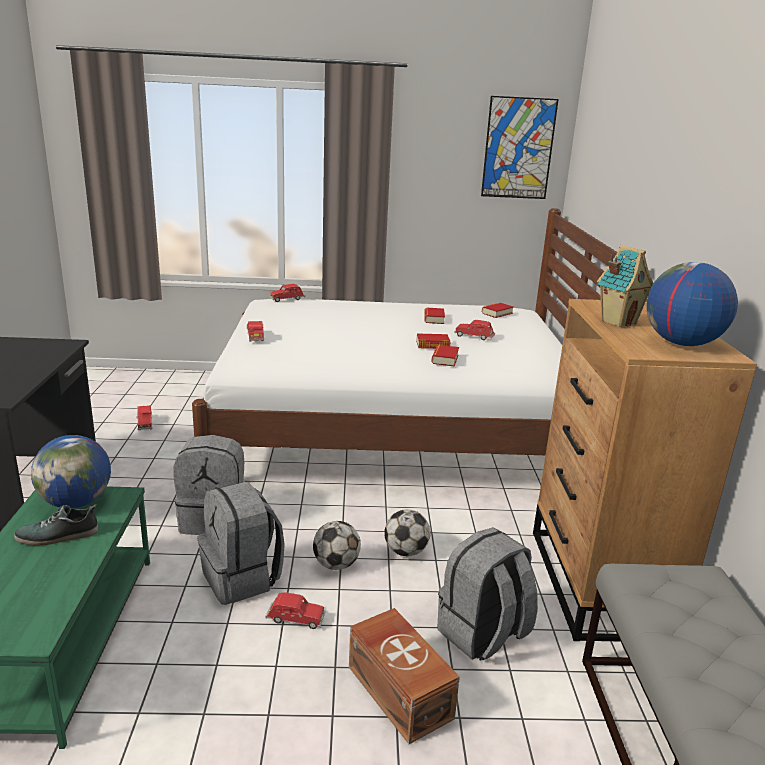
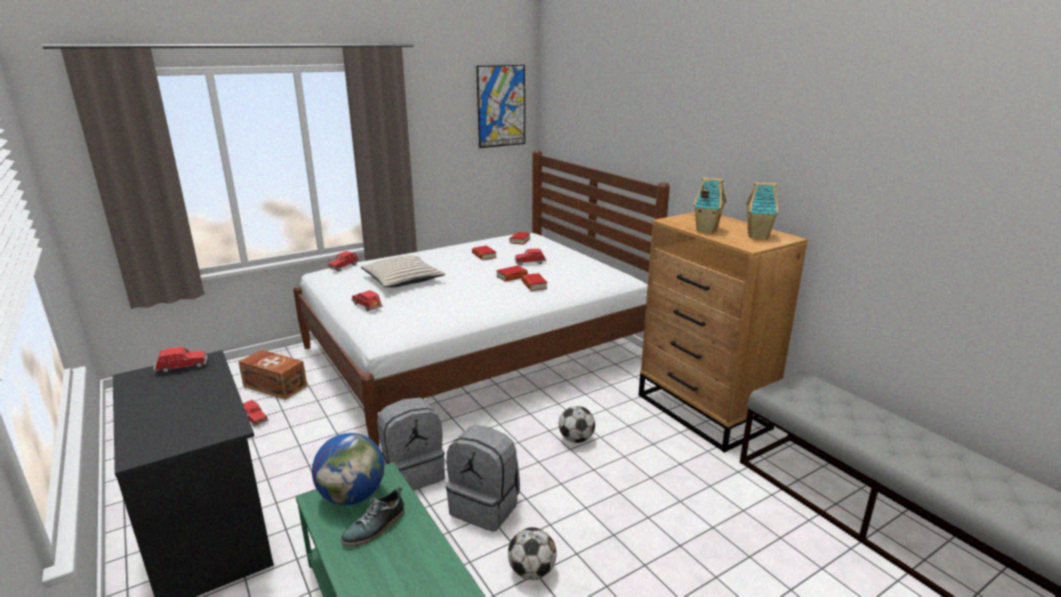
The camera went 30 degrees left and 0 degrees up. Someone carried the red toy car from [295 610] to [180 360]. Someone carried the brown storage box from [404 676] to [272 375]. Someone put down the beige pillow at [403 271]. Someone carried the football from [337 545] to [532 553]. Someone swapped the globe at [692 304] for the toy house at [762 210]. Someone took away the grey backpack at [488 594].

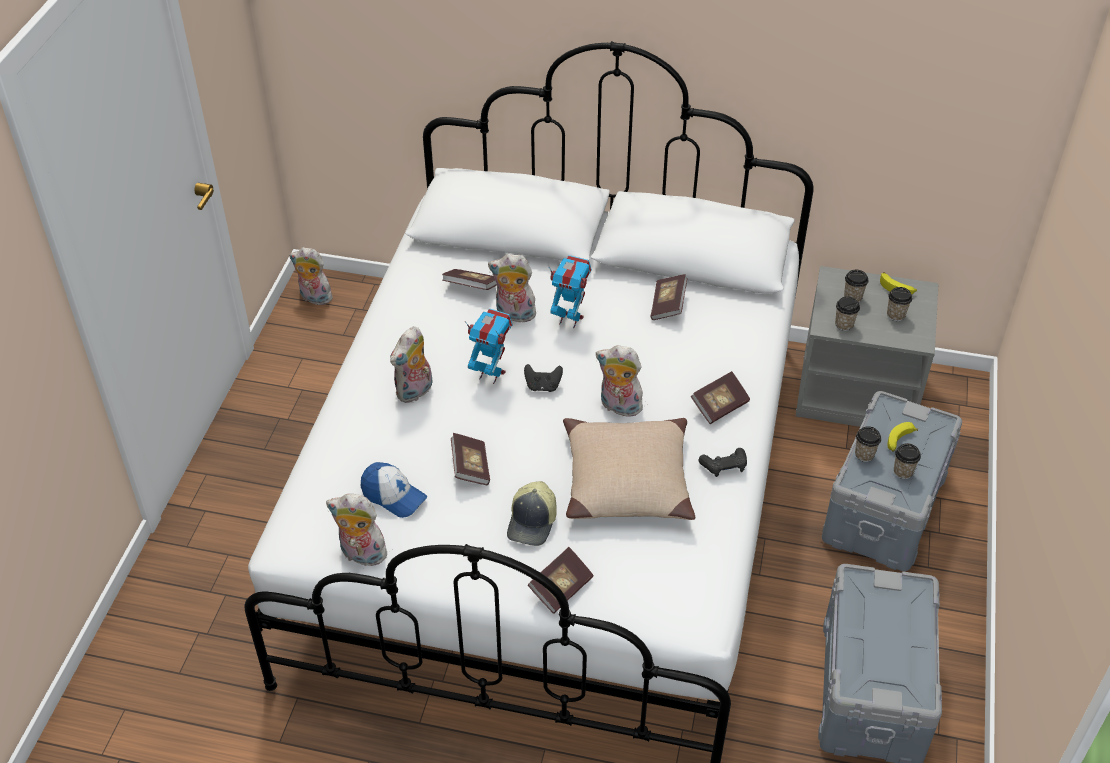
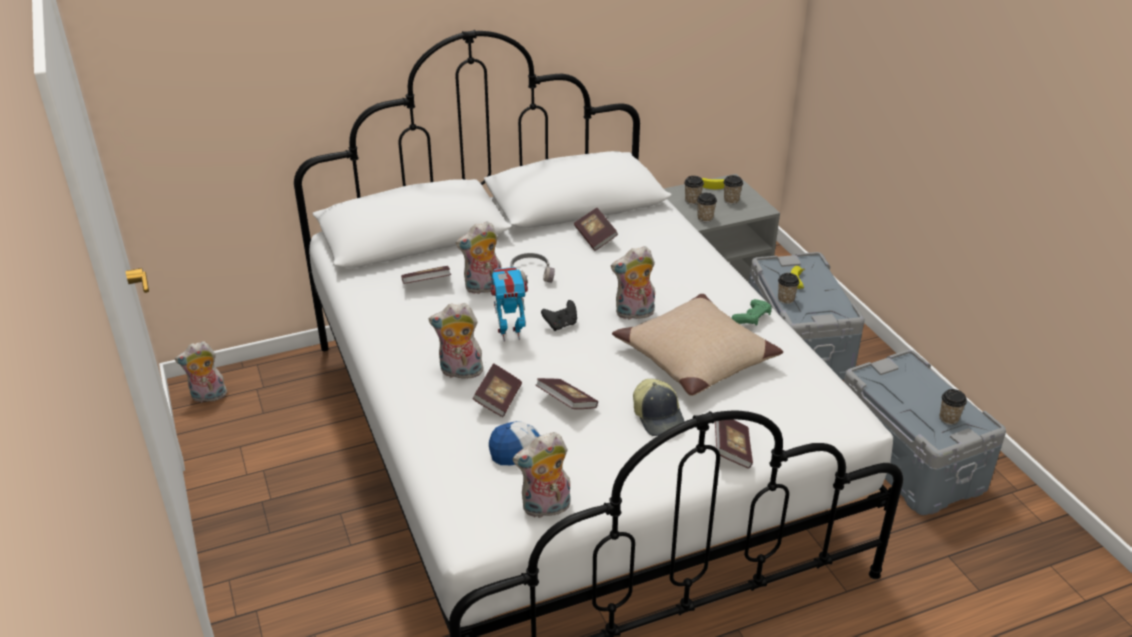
The camera went 35 degrees left and 10 degrees down. Someone rotated the plush toy at [411 364] by 90 degrees clockwise. Someone carried the book from [720 397] to [497 390]. Someone swapped the toy robot at [570 291] for the grey headphones at [532 268]. Someone repainted the black game controller at [723 462], which became the green game controller at [752 312]. Someone carried the cup from [907 461] to [953 407].

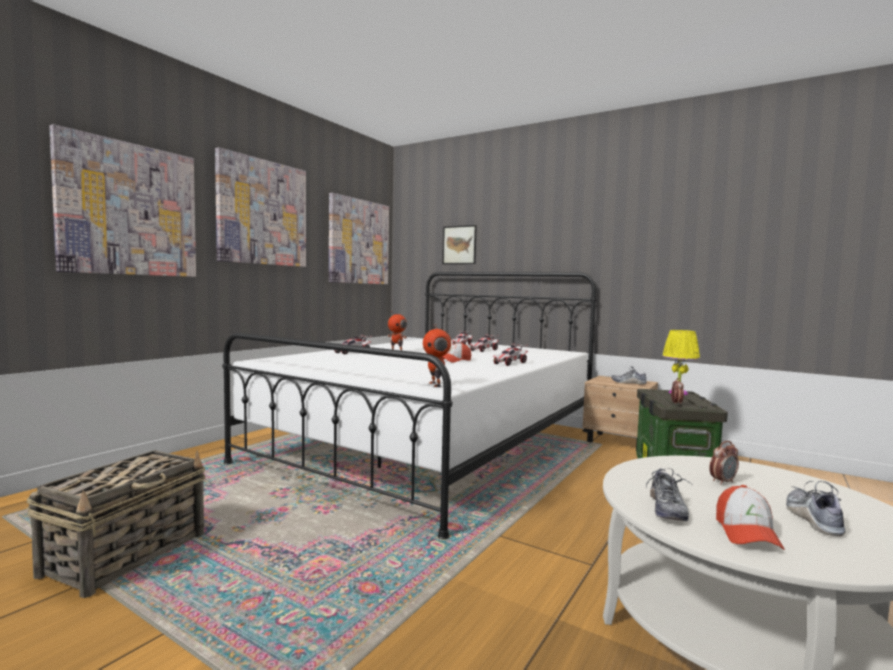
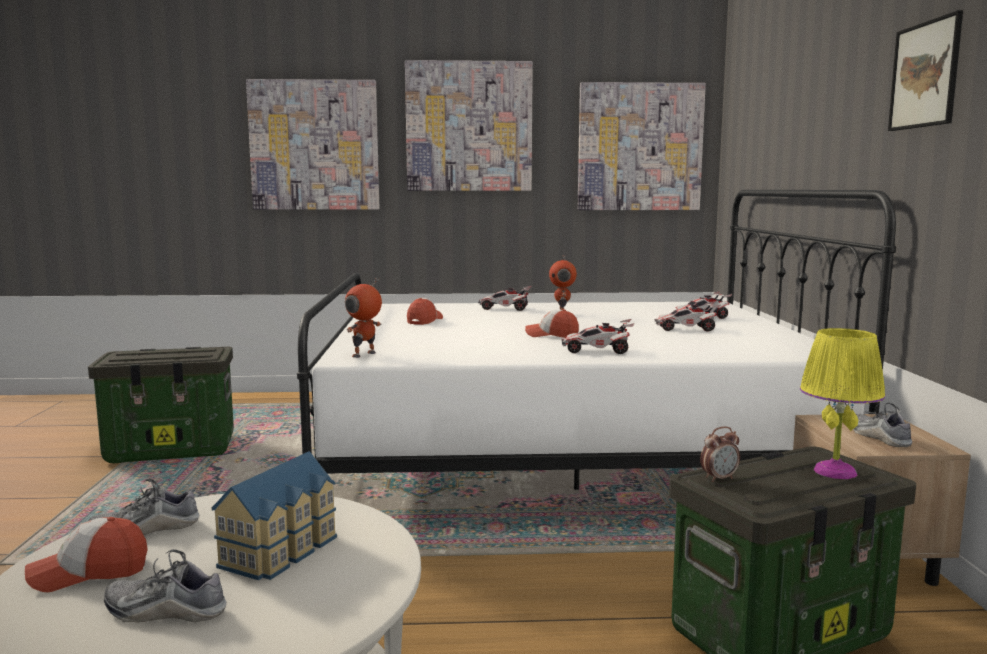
The camera went 55 degrees right and 5 degrees up. Someone swapped the basket at [116 524] for the storage box at [161 405]. Someone rotated the shoe at [815 508] by 150 degrees counterclockwise. Someone swapped the alarm clock at [724 463] for the toy house at [274 515]. Someone put down the cap at [425 311]. Someone carried the picture from [459 244] to [925 70].

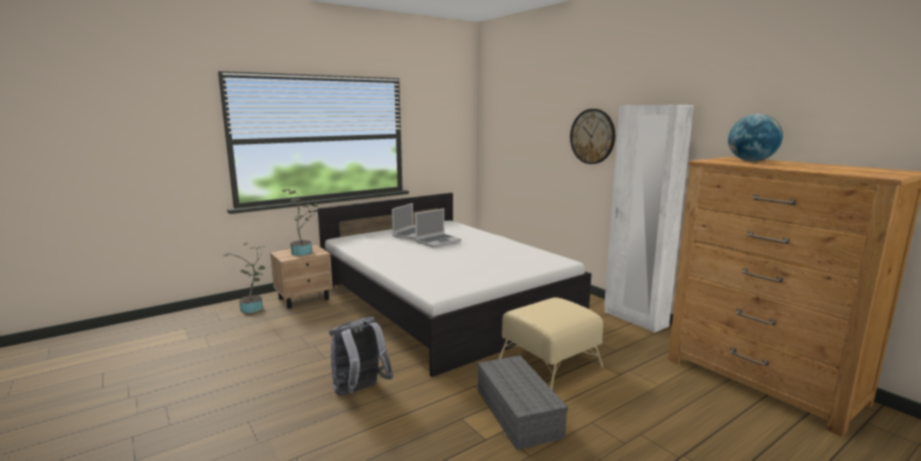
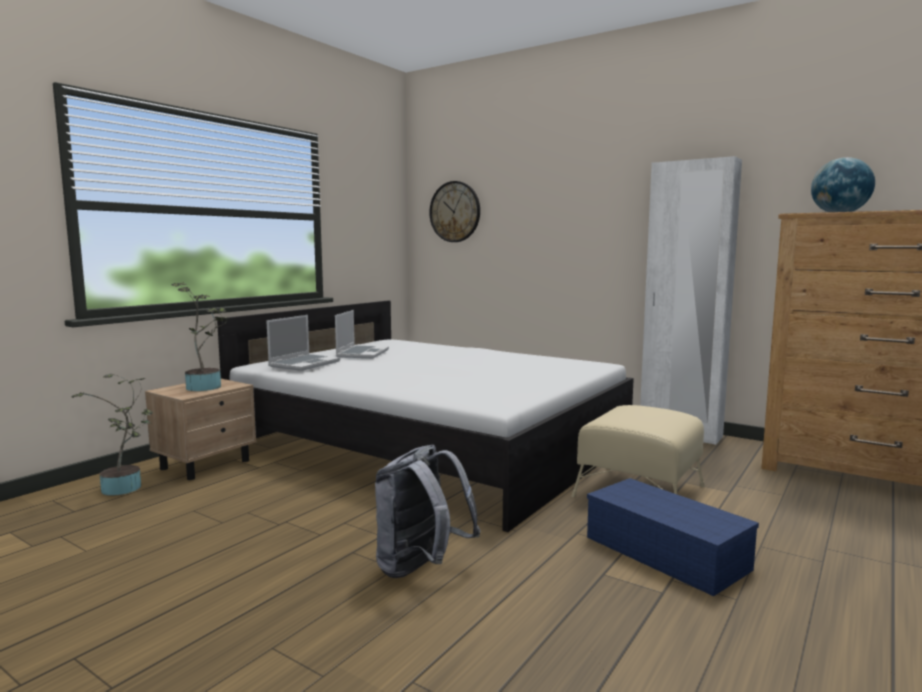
The camera went 20 degrees left and 5 degrees down. Someone carried the laptop from [438 228] to [303 343]. Someone carried the wall clock from [592 136] to [454 211]. Someone repainted the grey storage box at [522 402], which became the blue storage box at [673 537].

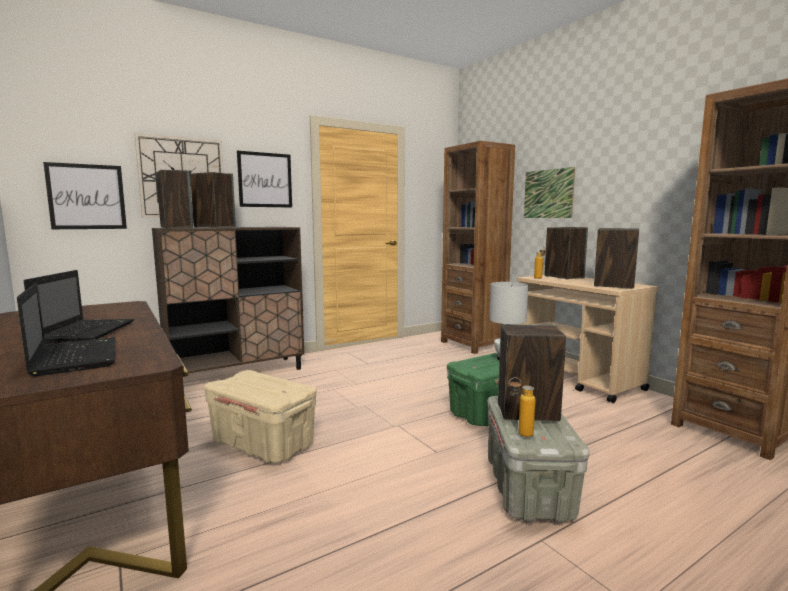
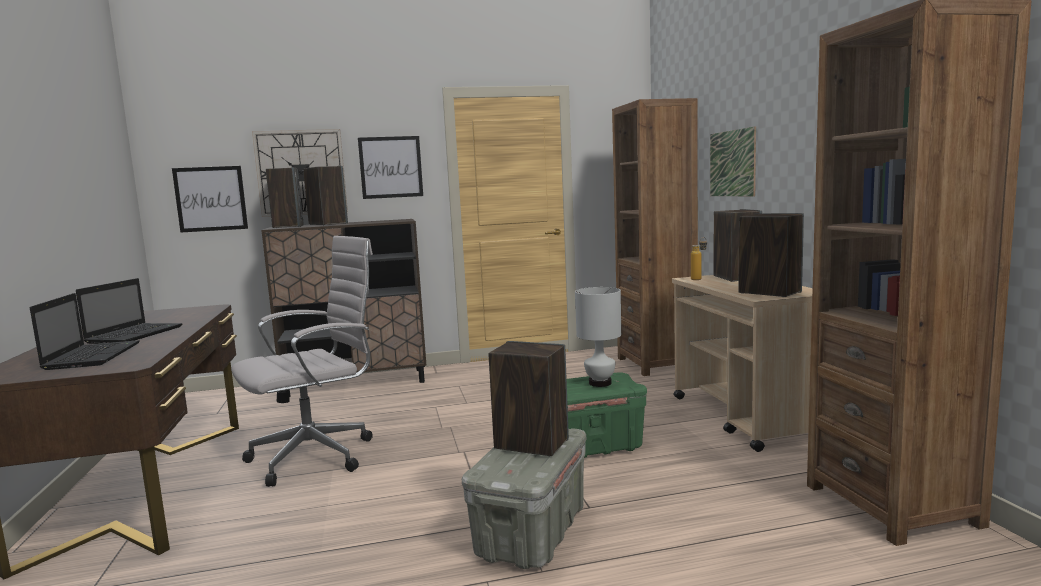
The camera went 20 degrees right and 0 degrees up. Someone swapped the beige storage box at [260 416] for the white office chair at [302 361]. Someone took away the bottle at [522 407].

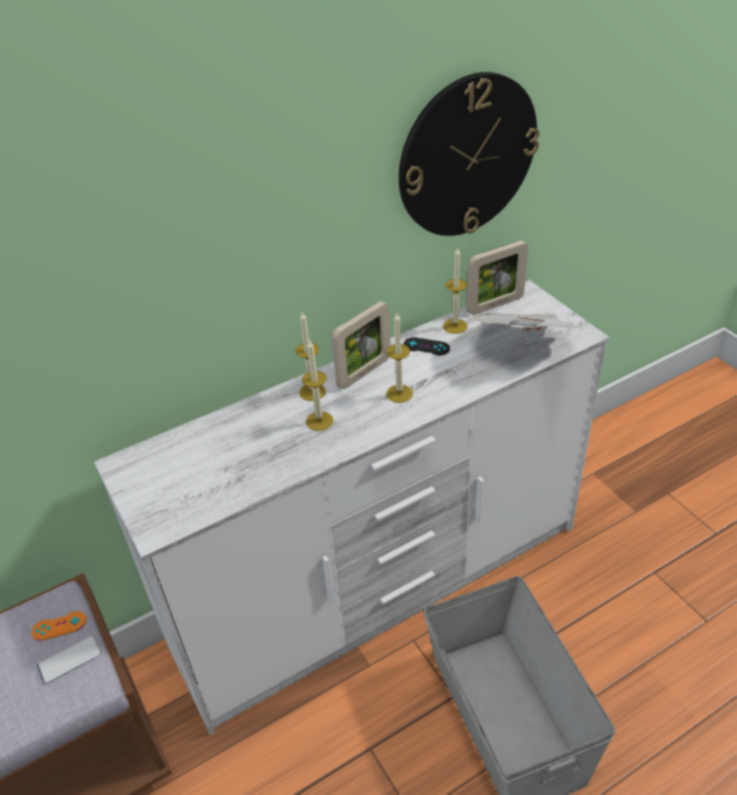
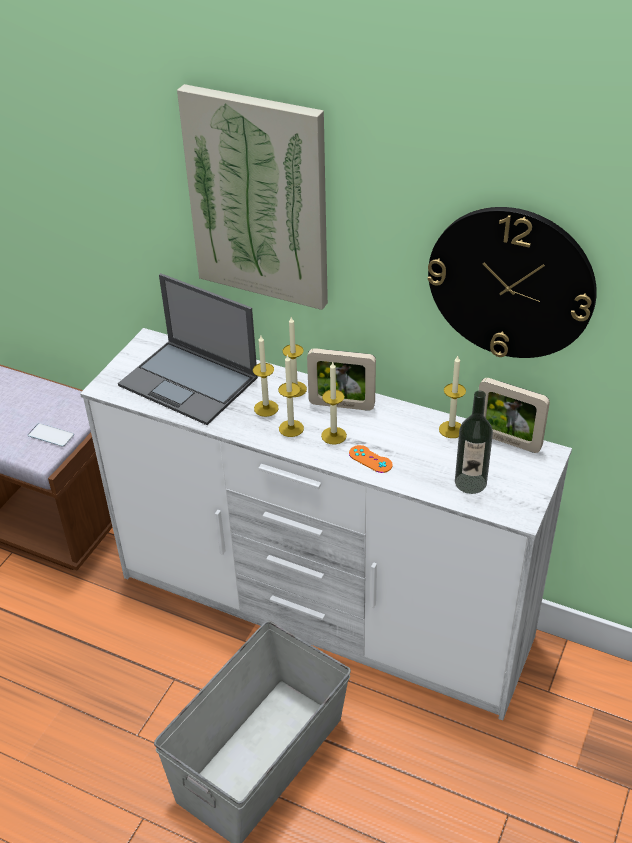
The camera went 55 degrees right and 0 degrees up. Someone put down the laptop at [188 349]. Someone put up the picture at [252 197]. Someone put down the candle at [291 395]. Someone carried the orange game controller from [59 626] to [371 459]. Someone swapped the newspaper at [526 321] for the bottle at [474 442]. Someone took away the black game controller at [427 346].

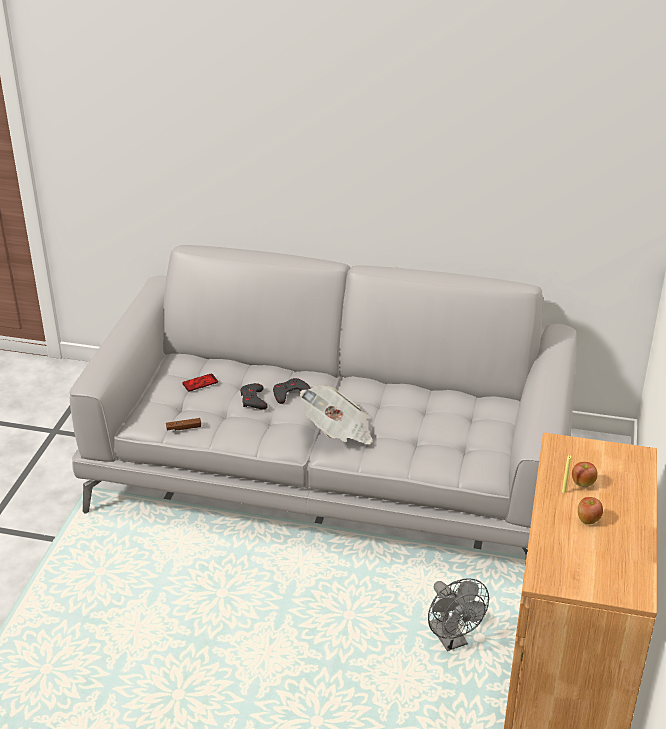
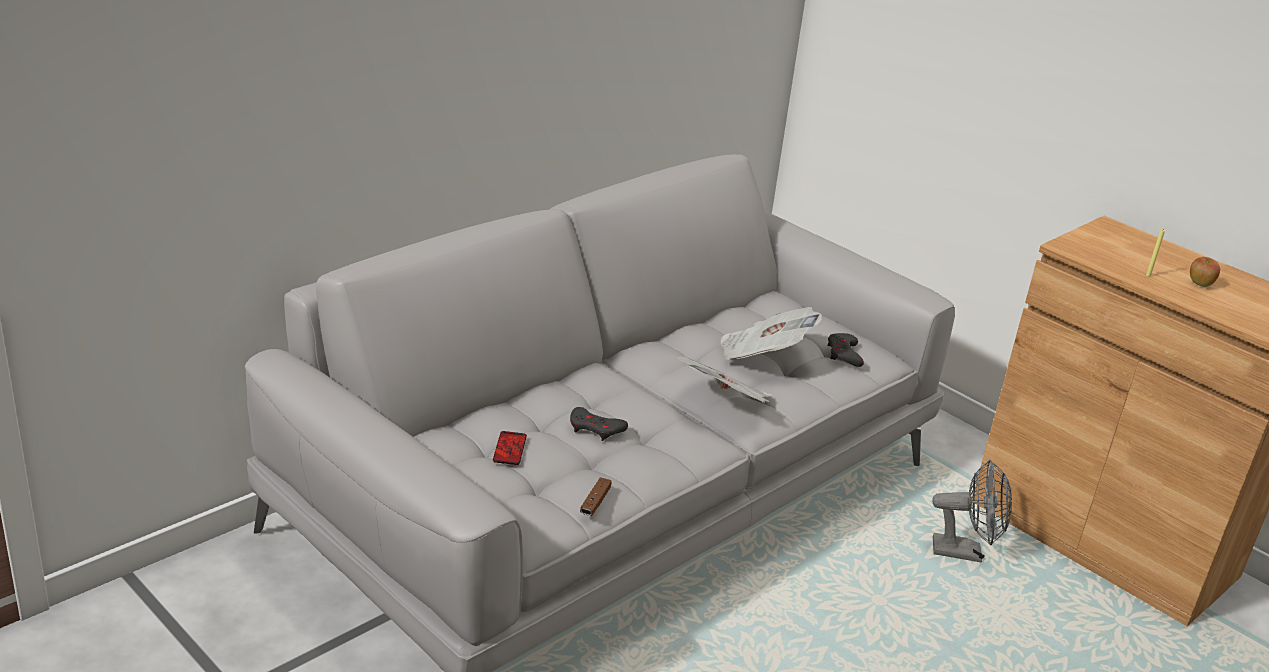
The camera went 60 degrees left and 5 degrees down. Someone put down the newspaper at [771 333]. Someone carried the grey game controller from [292 391] to [845 350]. Someone took away the apple at [585 474].

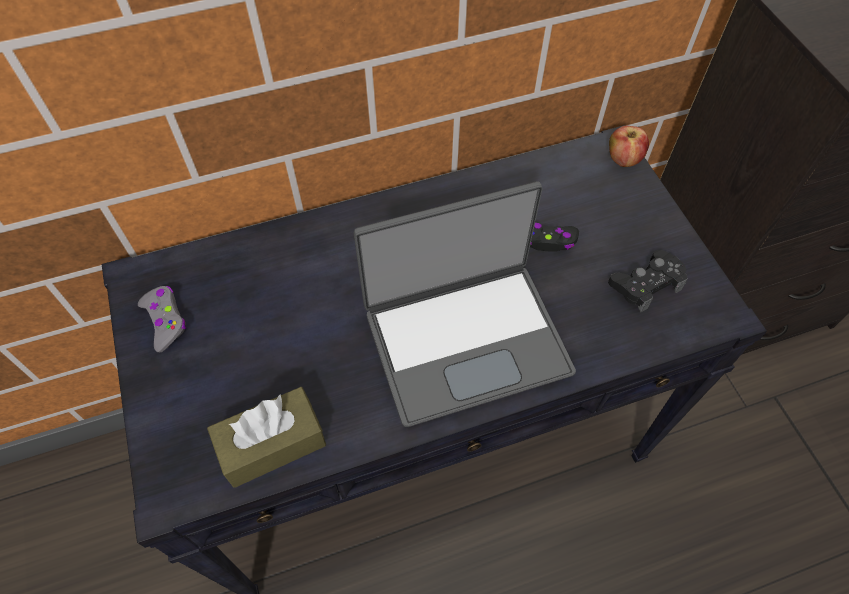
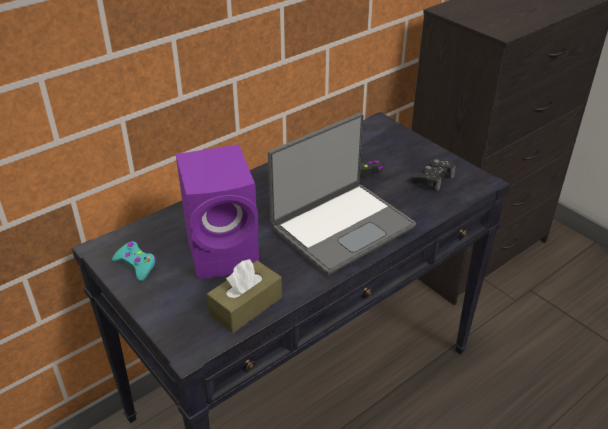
The camera went 20 degrees left and 20 degrees down. Someone repainted the grey game controller at [162 319], which became the turquoise game controller at [134 261]. Someone put down the purple speaker at [217 211]. Someone took away the apple at [629 146].

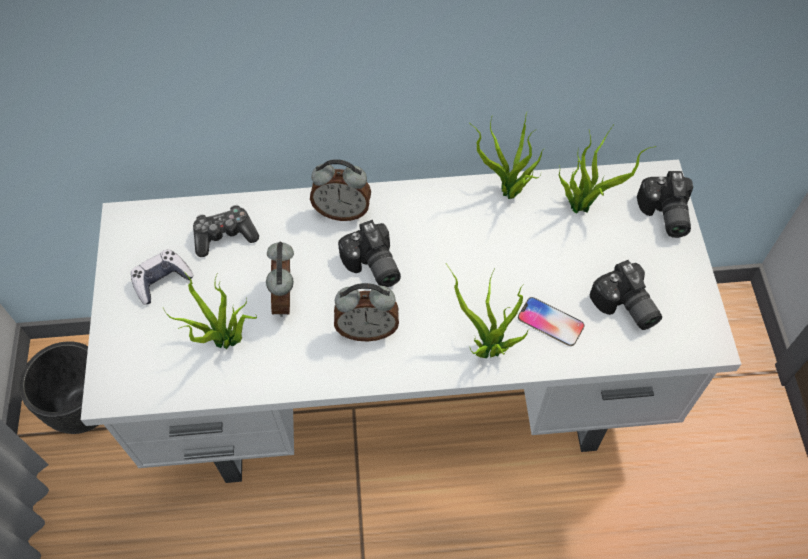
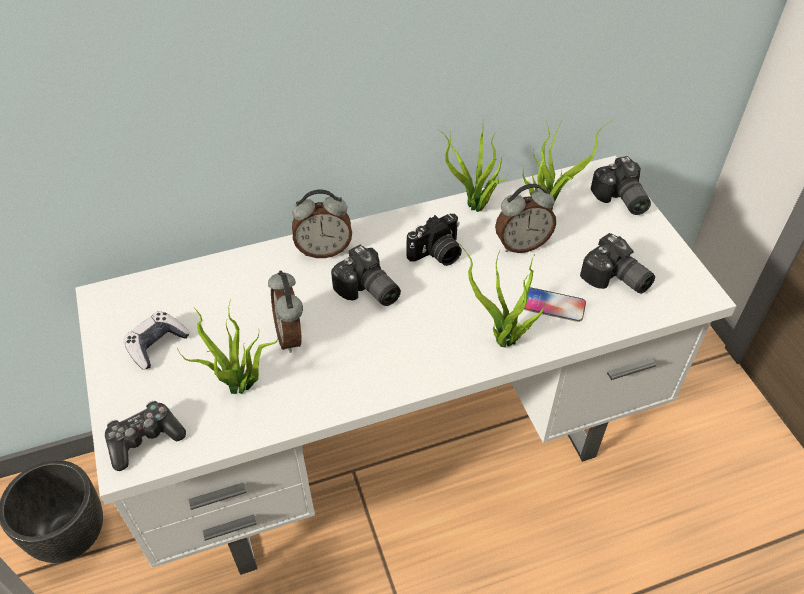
The camera went 15 degrees left and 10 degrees down. Someone carried the game controller from [226 231] to [145 436]. Someone put down the photo camera at [434 240]. Someone carried the alarm clock from [366 312] to [525 218].

